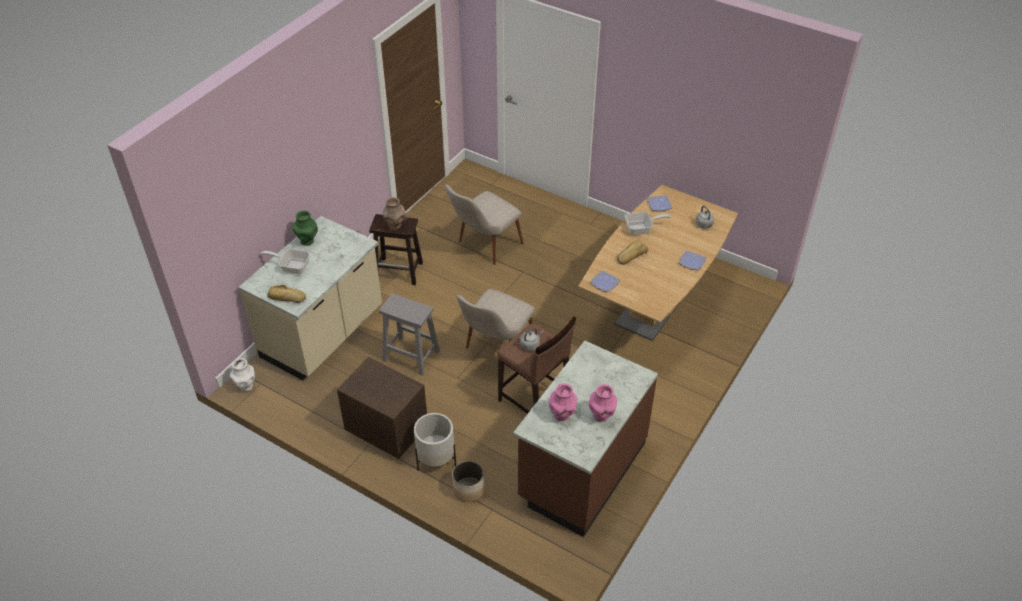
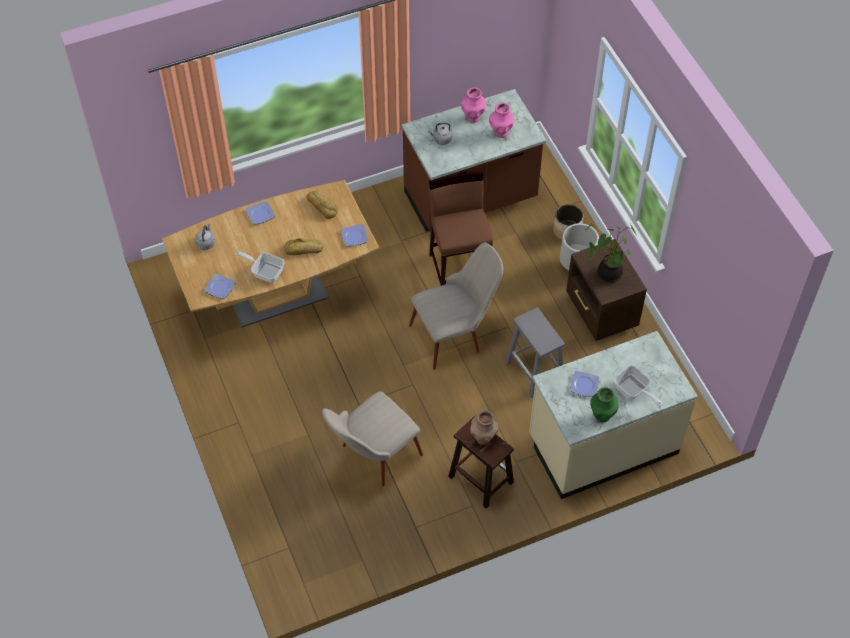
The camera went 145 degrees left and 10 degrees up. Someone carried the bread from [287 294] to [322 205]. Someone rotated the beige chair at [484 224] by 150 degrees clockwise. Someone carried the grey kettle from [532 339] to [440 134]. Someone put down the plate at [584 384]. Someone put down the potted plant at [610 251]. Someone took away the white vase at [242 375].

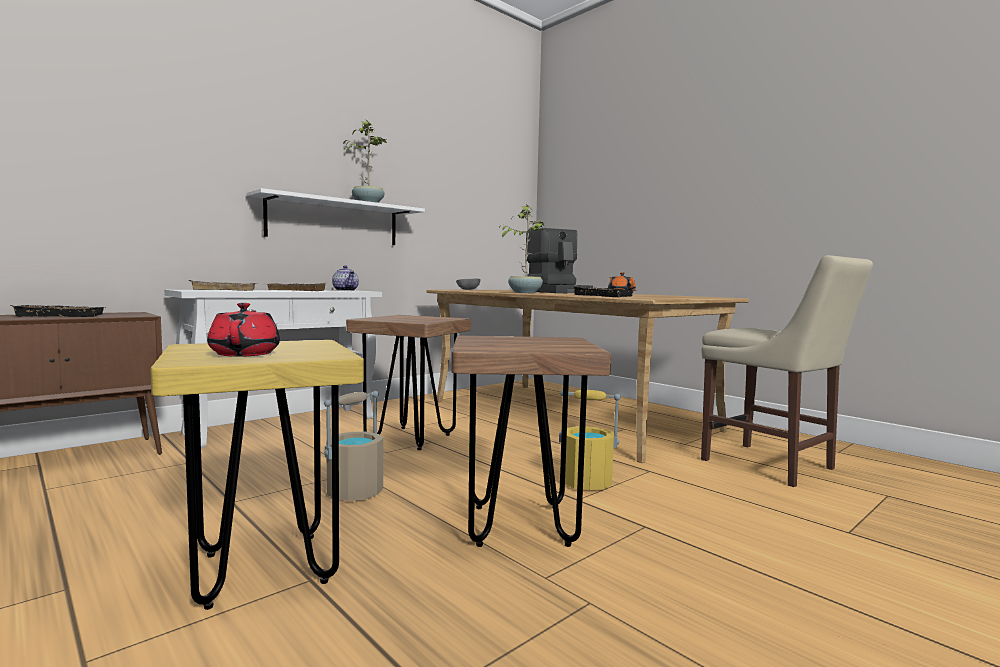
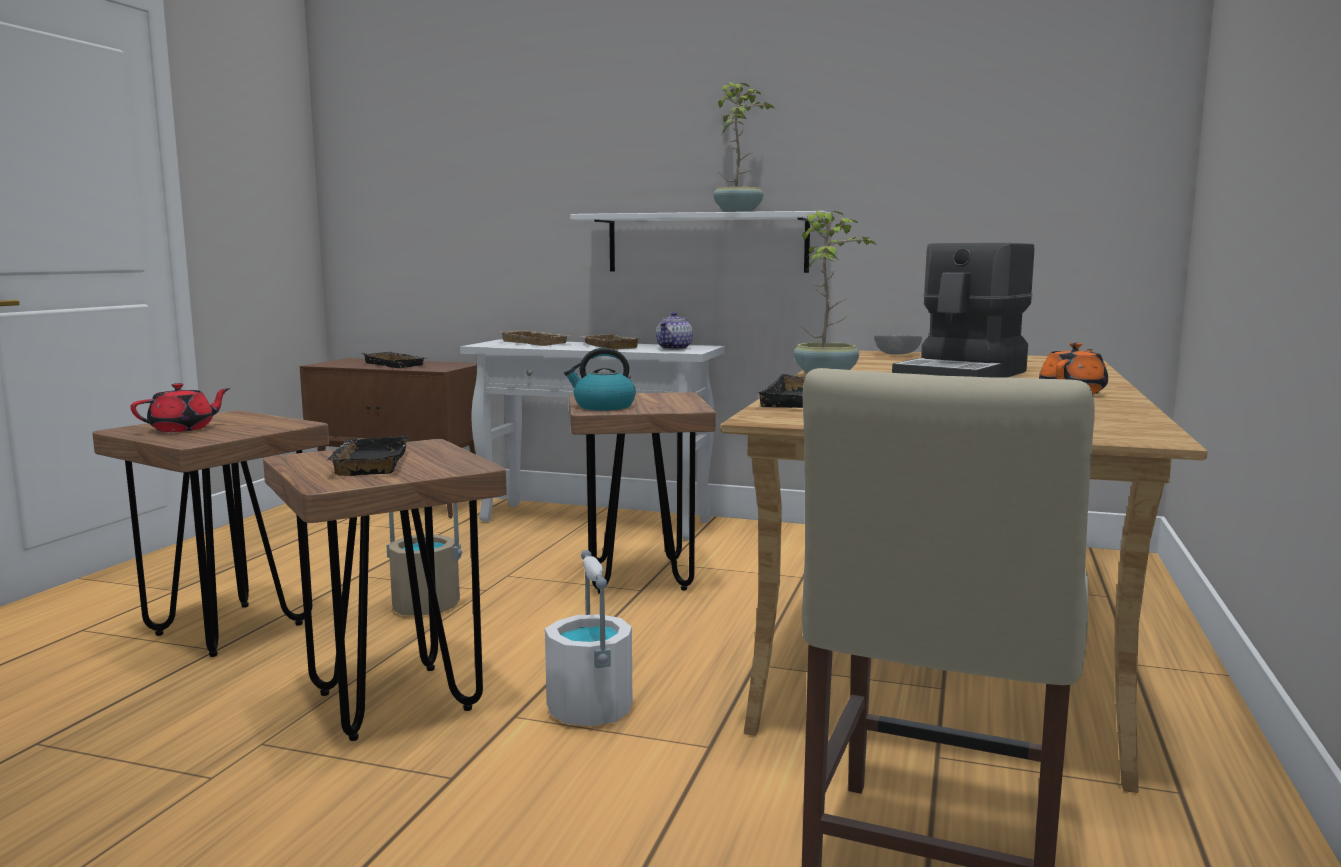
The camera went 60 degrees right and 5 degrees up. Someone repainted the yellow stool at [257 475], which became the brown stool at [210 534]. Someone put down the black tray at [368 456]. Someone repainted the yellow bucket at [590 440], which became the white bucket at [588 638]. Someone put down the kettle at [600 379].

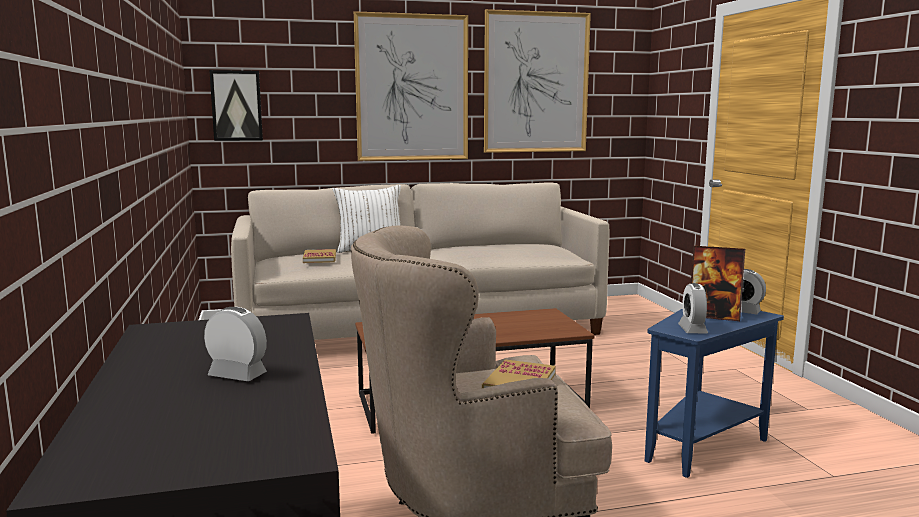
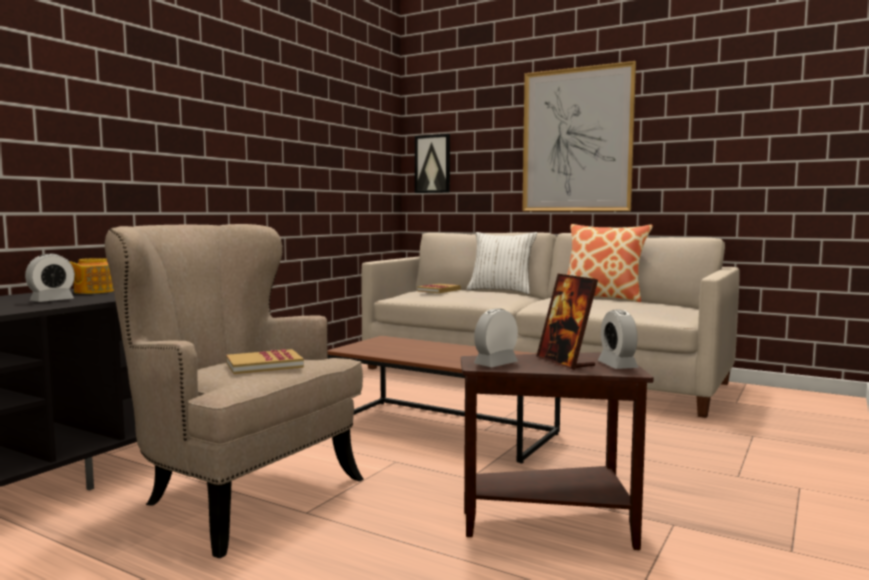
The camera went 45 degrees right and 5 degrees down. Someone rotated the alarm clock at [235 344] by 60 degrees clockwise. Someone put down the teapot at [91 276]. Someone repainted the blue side table at [714 393], which became the brown side table at [557 451]. Someone put down the pillow at [610 263]. Someone took away the picture at [537 81].

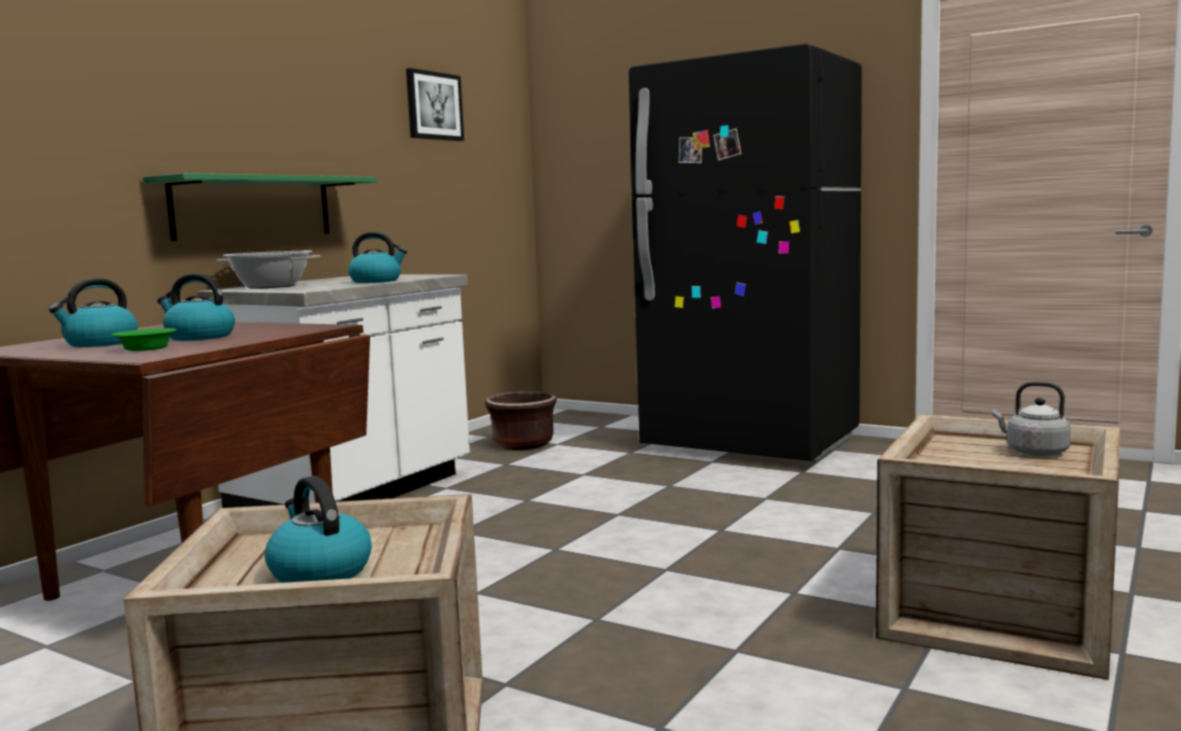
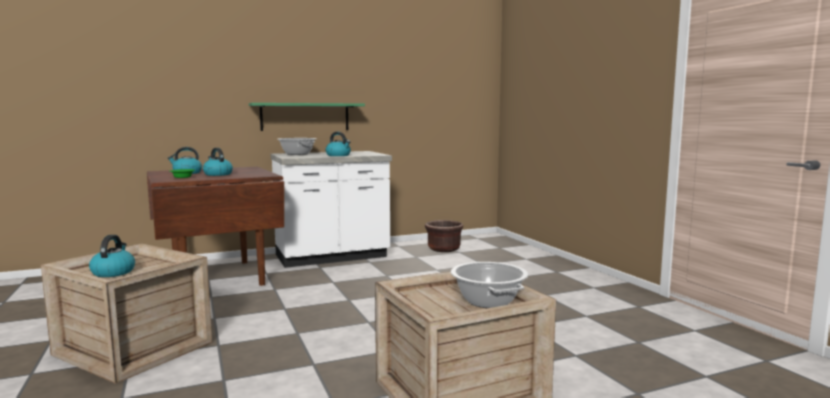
The camera went 35 degrees right and 0 degrees up. Someone swapped the grey kettle at [1031 419] for the cooking pot at [489 285]. Someone took away the picture at [435 104]. Someone took away the black fridge at [745 252].

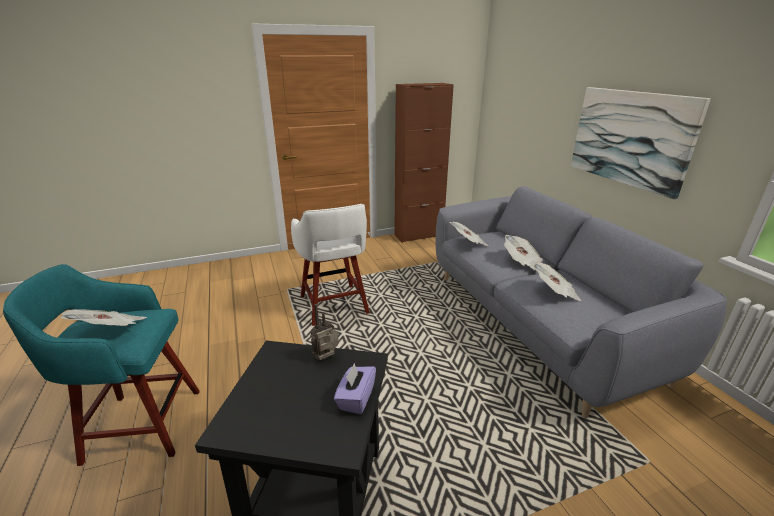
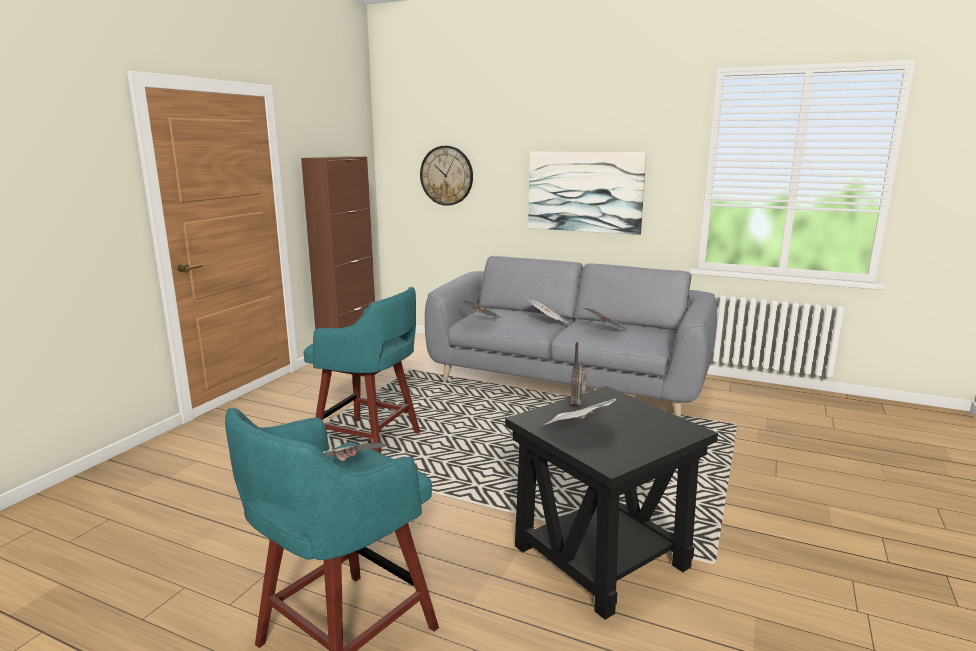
The camera went 45 degrees left and 10 degrees down. Someone repainted the white stool at [330 265], which became the turquoise stool at [361 370]. Someone put up the wall clock at [446 176]. Someone put down the newspaper at [580 411]. Someone took away the purple tissue box at [355 388].

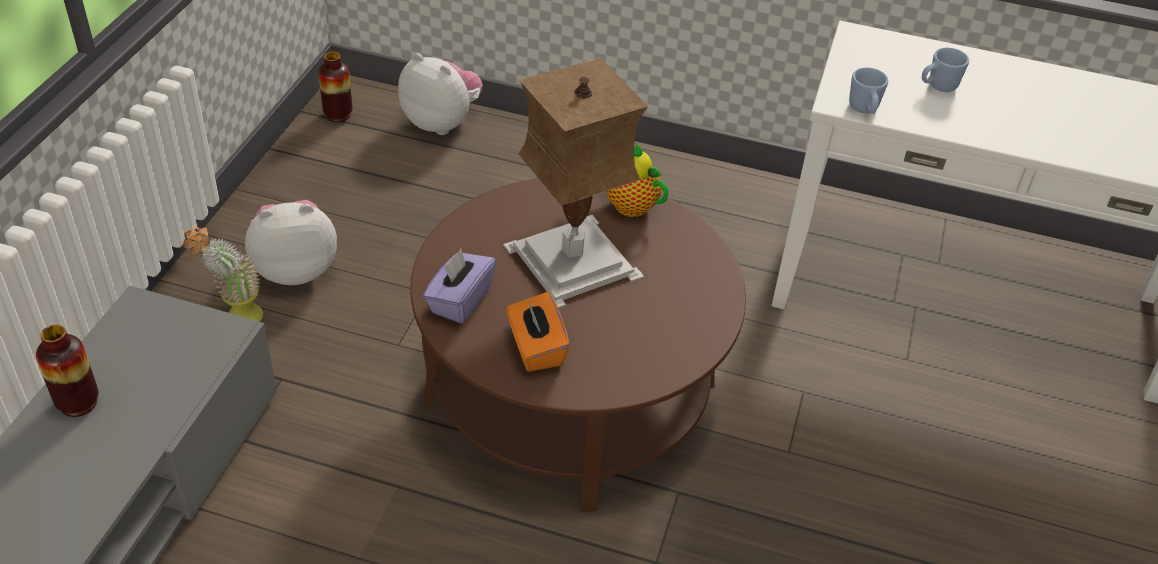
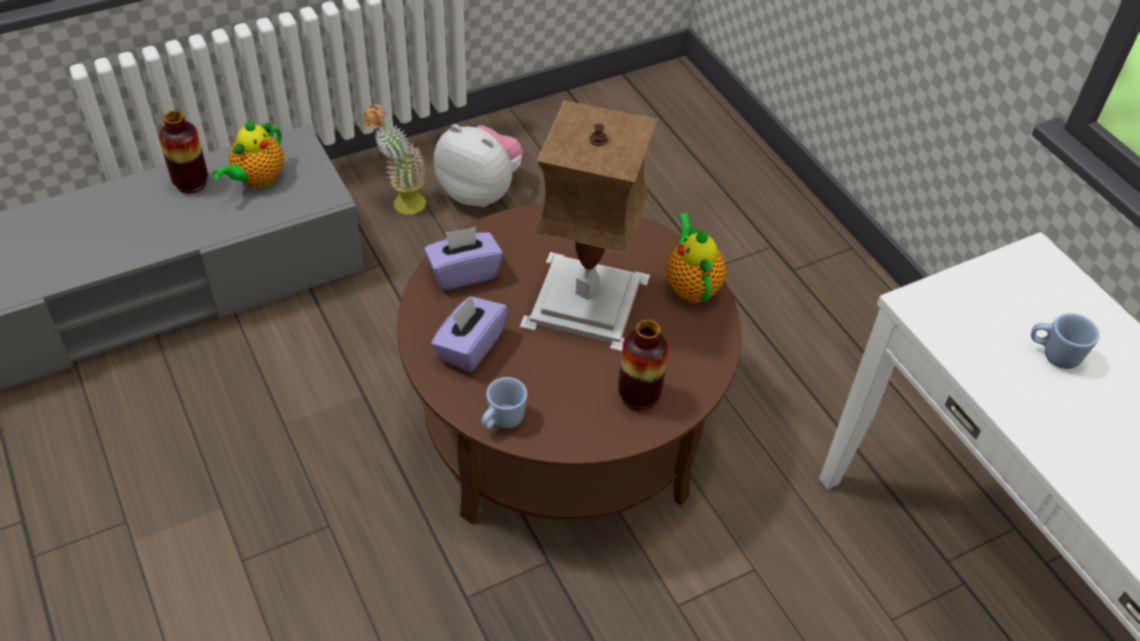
The camera went 45 degrees right and 5 degrees up. Someone put down the teapot at [248 154]. Someone repainted the orange tissue box at [538 332], which became the purple tissue box at [469 334]. Someone carried the blue mug from [868 90] to [504 403]. Someone carried the vase from [335 87] to [643 365]. Someone took away the plush toy at [440 94].

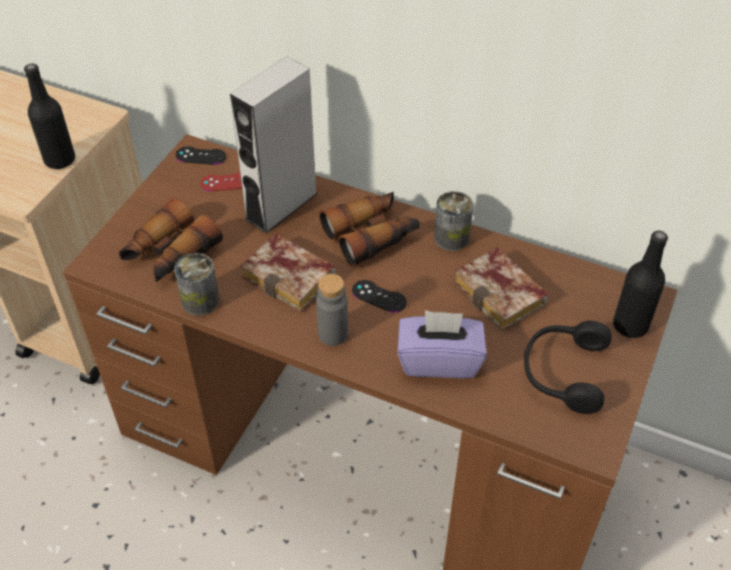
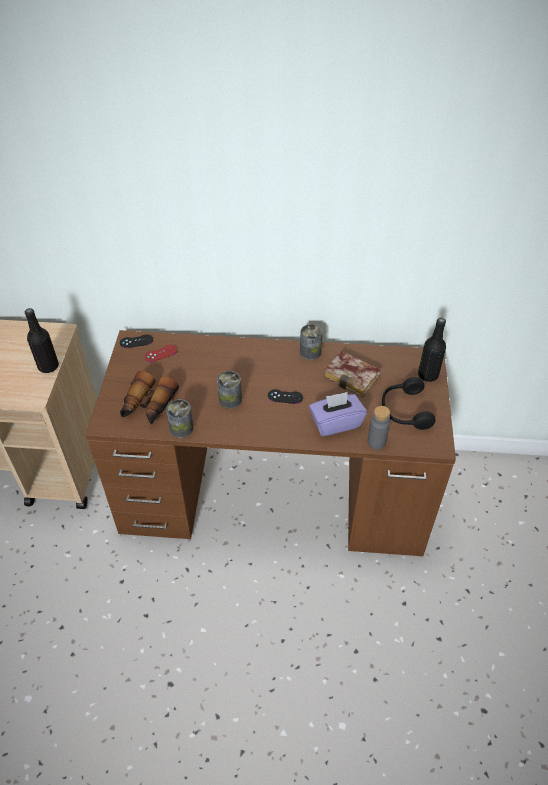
The camera went 20 degrees left and 0 degrees up. Someone swapped the book at [288 273] for the can at [229 390]. Someone carried the grey bottle from [332 310] to [378 427]. Someone took away the grey speaker at [274 144]. Someone took away the binoculars at [369 229].

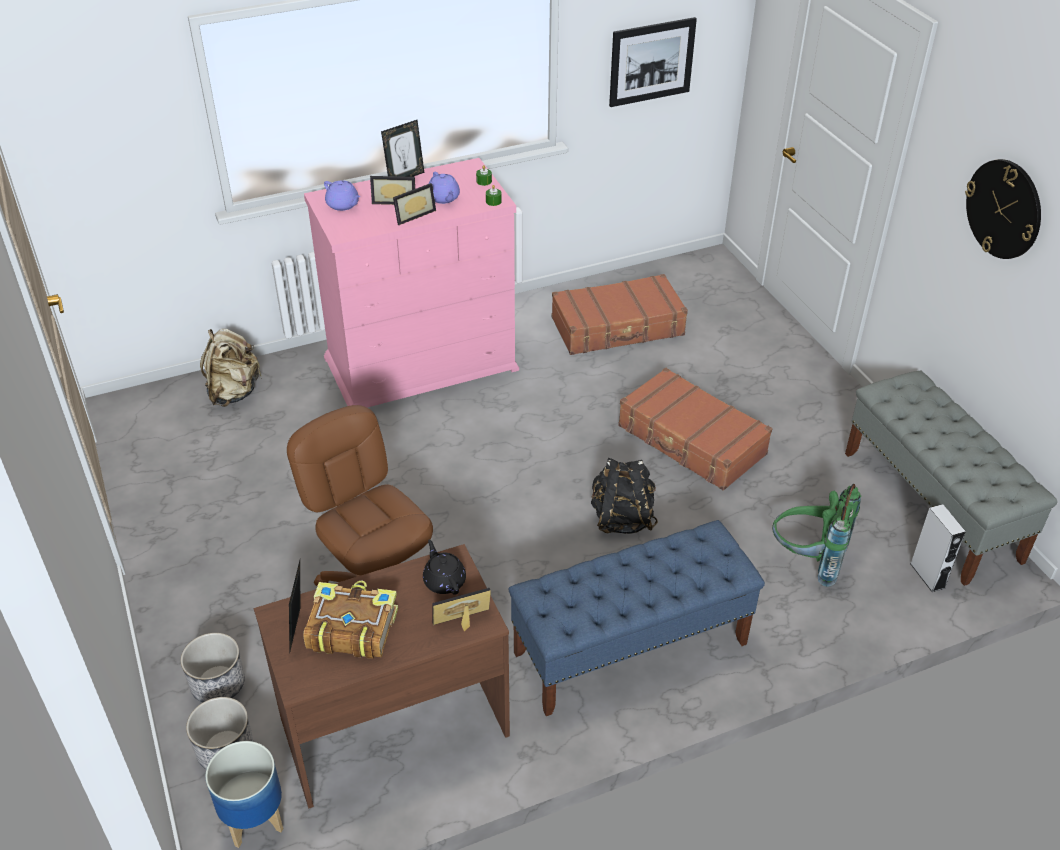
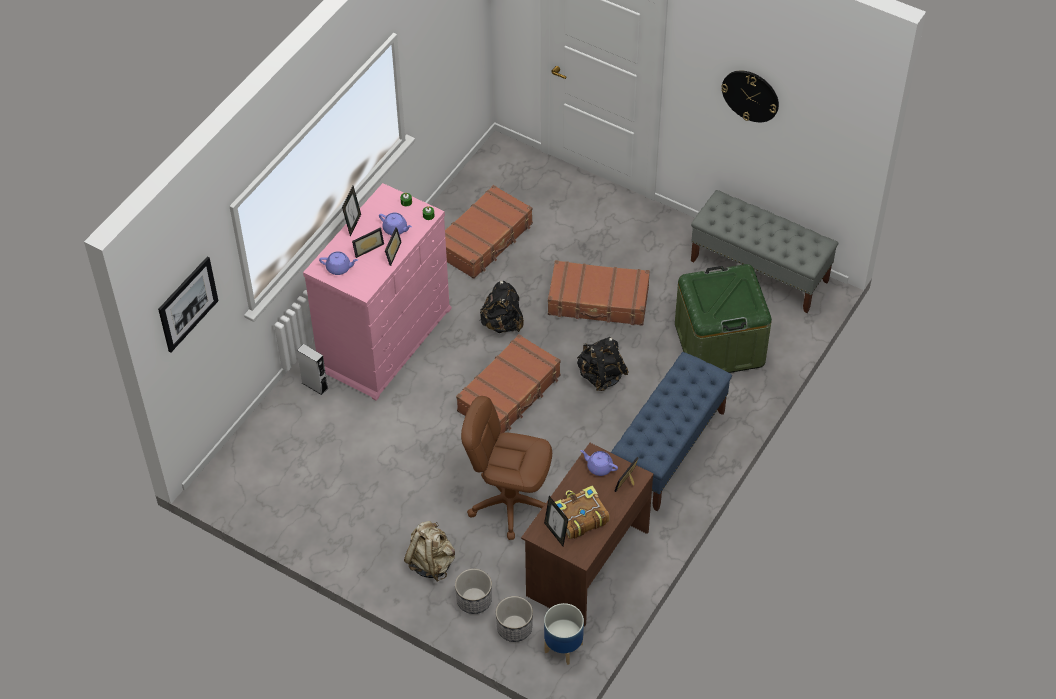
The camera went 35 degrees left and 10 degrees up. Someone carried the picture from [653 62] to [188 304]. Someone carried the grey speaker from [938 548] to [312 369]. Someone carried the beige backpack from [231 368] to [429 551]. Someone put down the brown suitcase at [508 384]. Someone put down the black backpack at [502 307]. Someone repainted the black teapot at [444 567], which became the purple teapot at [599 463]. Someone swapped the green backpack at [816 535] for the green storage box at [723 318].

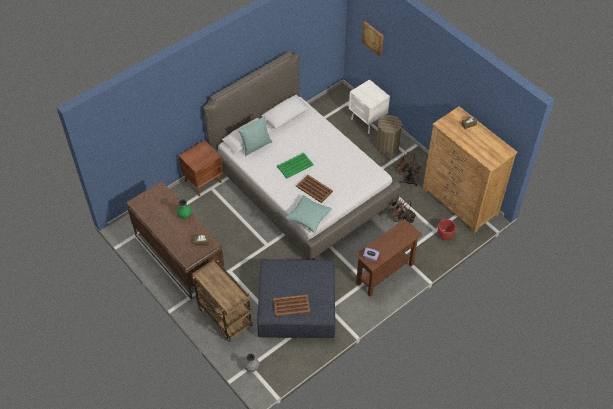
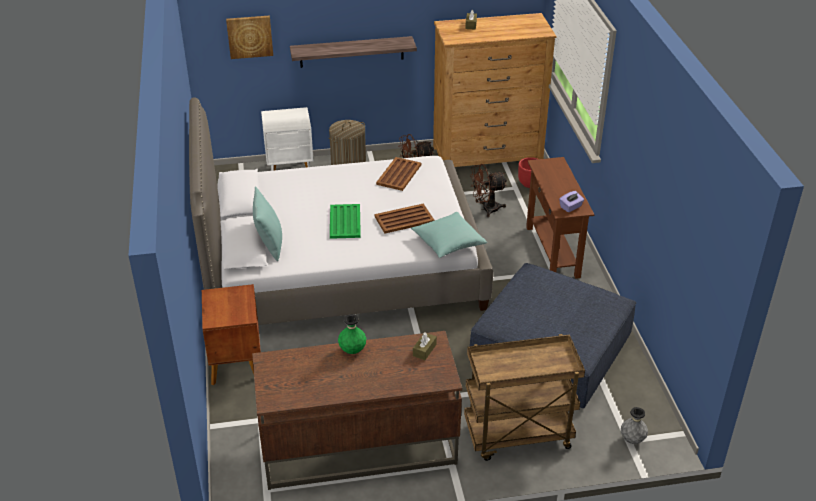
The camera went 60 degrees left and 15 degrees down. Someone put up the shelf at [353 52]. Someone carried the brown tray from [291 305] to [398 174].

